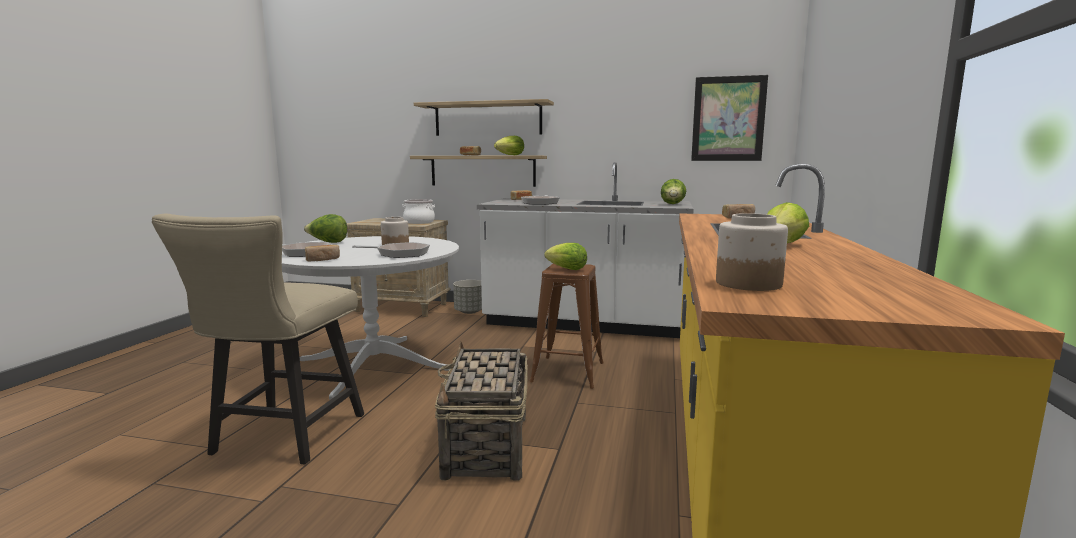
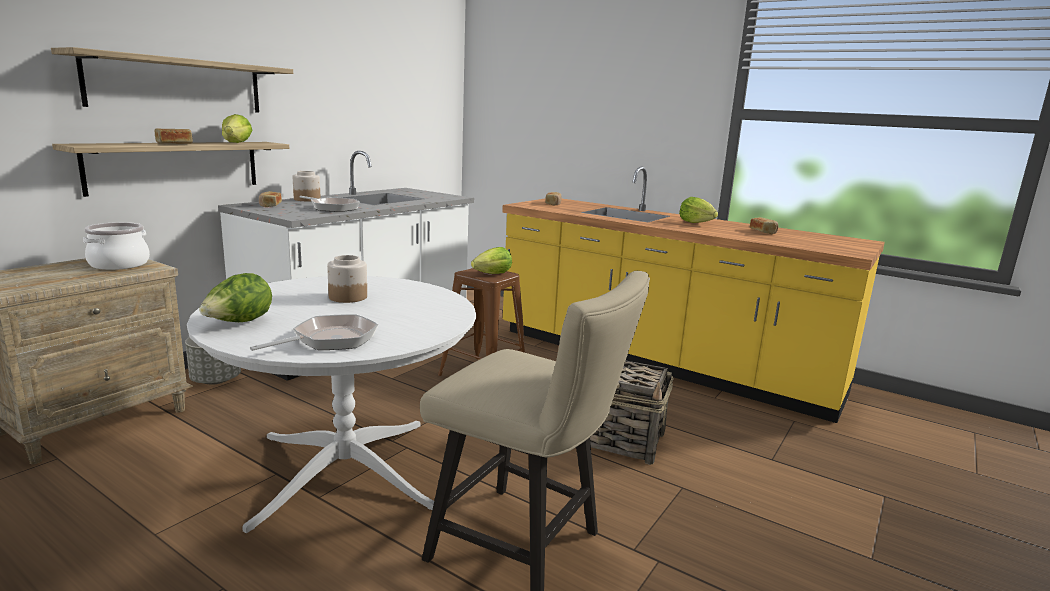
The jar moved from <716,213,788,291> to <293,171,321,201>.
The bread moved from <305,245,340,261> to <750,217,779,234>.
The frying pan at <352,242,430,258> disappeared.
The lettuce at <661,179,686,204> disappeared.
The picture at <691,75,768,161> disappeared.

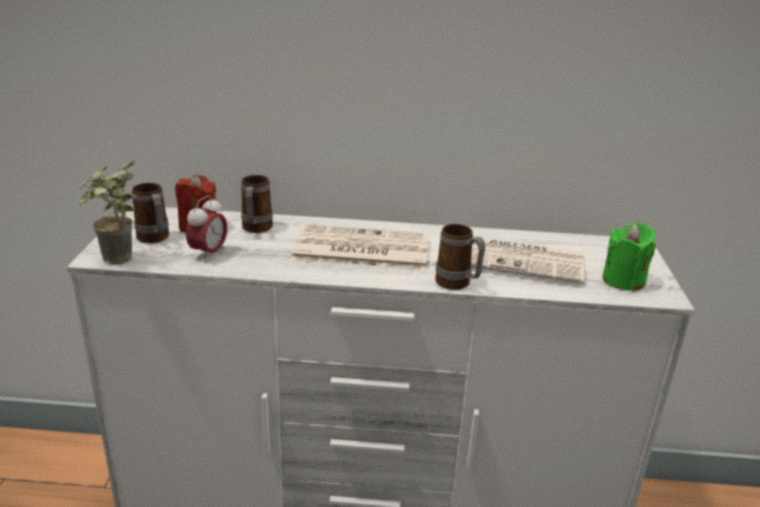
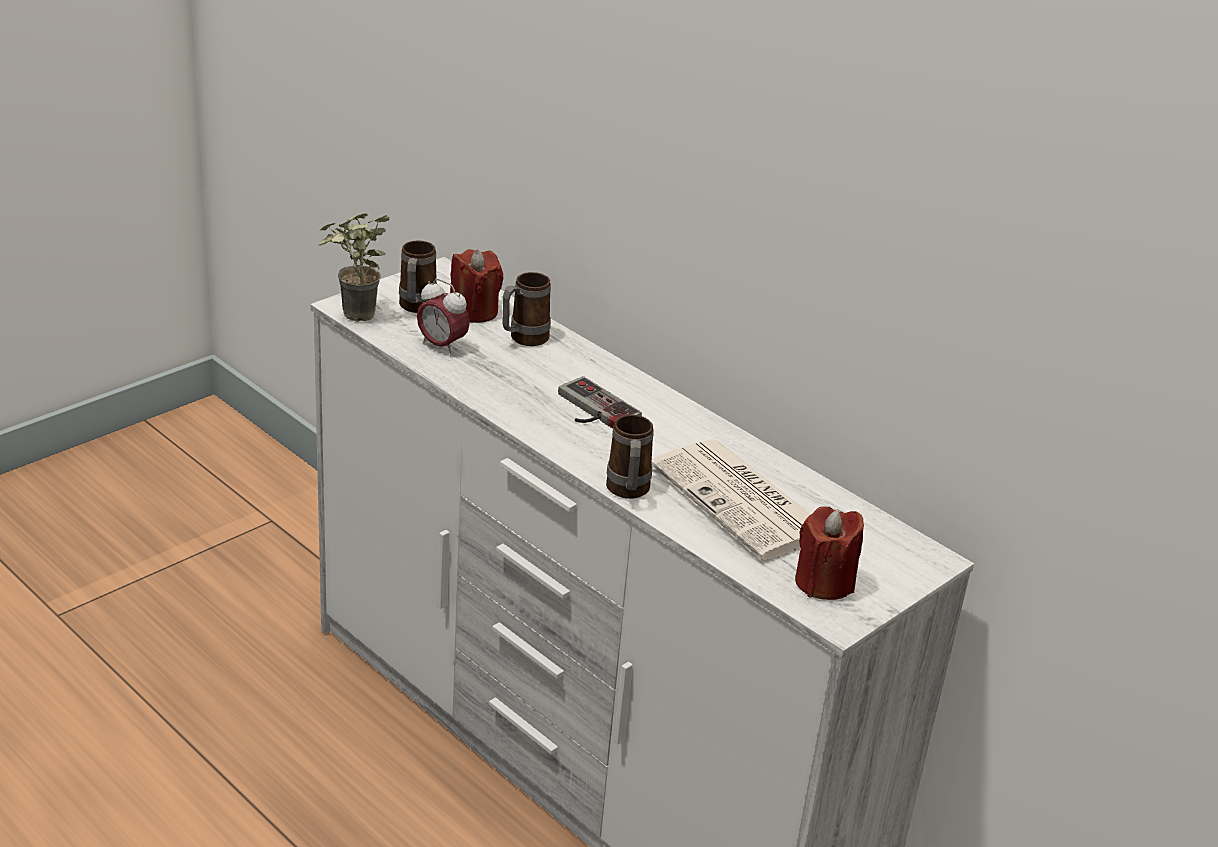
The alarm clock at <186,195,227,262> turned 60 degrees clockwise.
The newspaper at <291,225,429,271> was replaced by the game controller at <558,376,642,429>.
The candle/green at <602,222,656,292> became the candle/red at <795,506,864,600>.

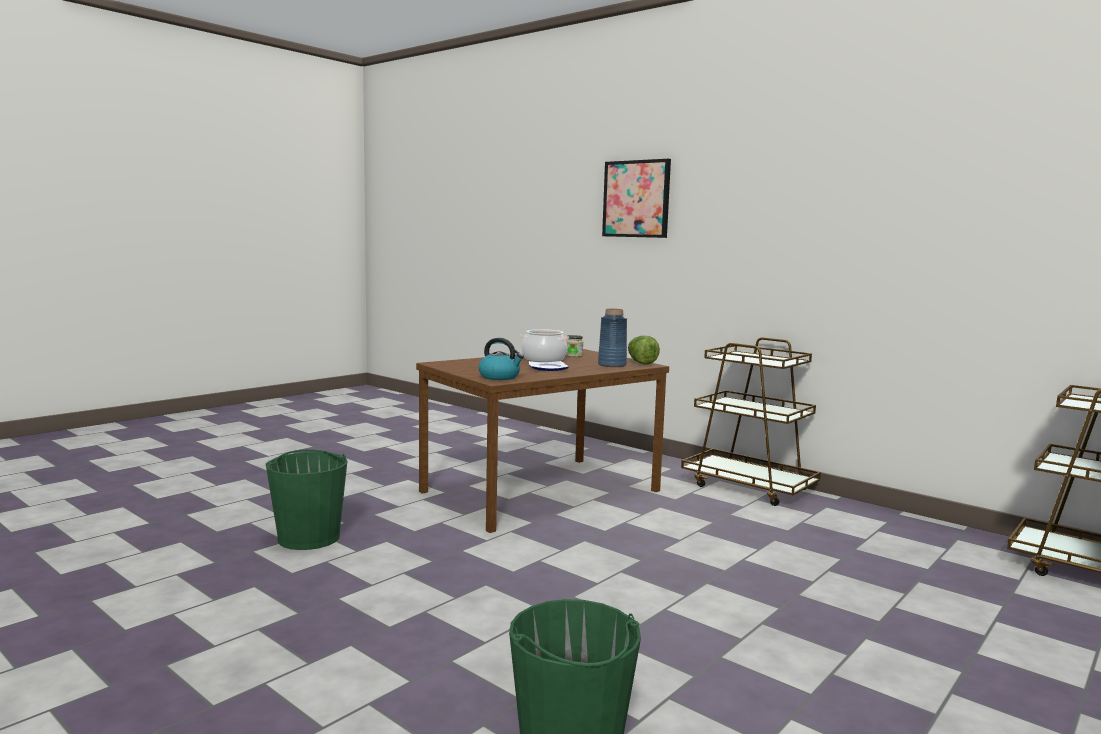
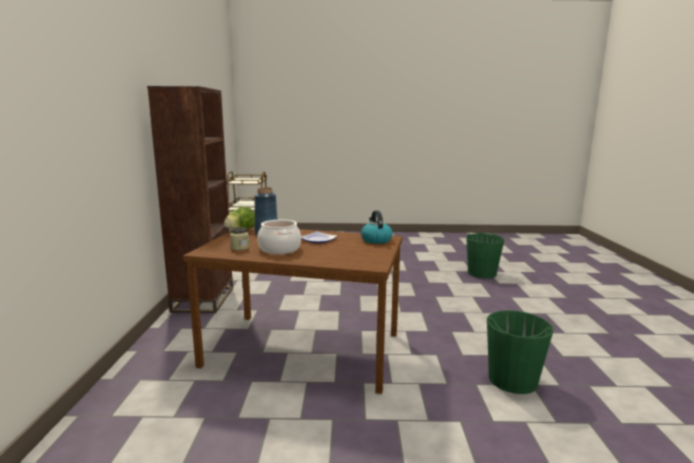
The cart/brown at <681,337,821,506> was replaced by the bookcase/brown at <147,86,233,313>.
The picture at <602,159,671,238> disappeared.

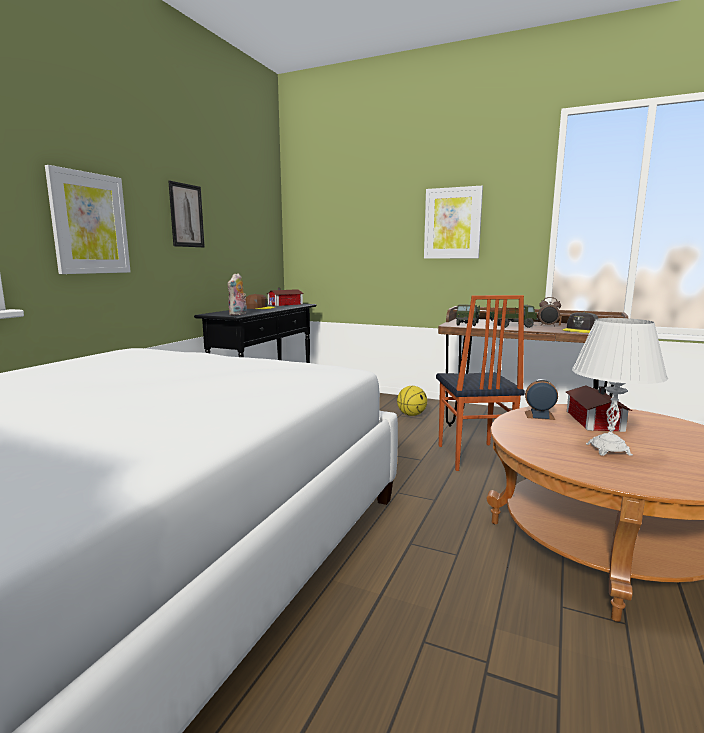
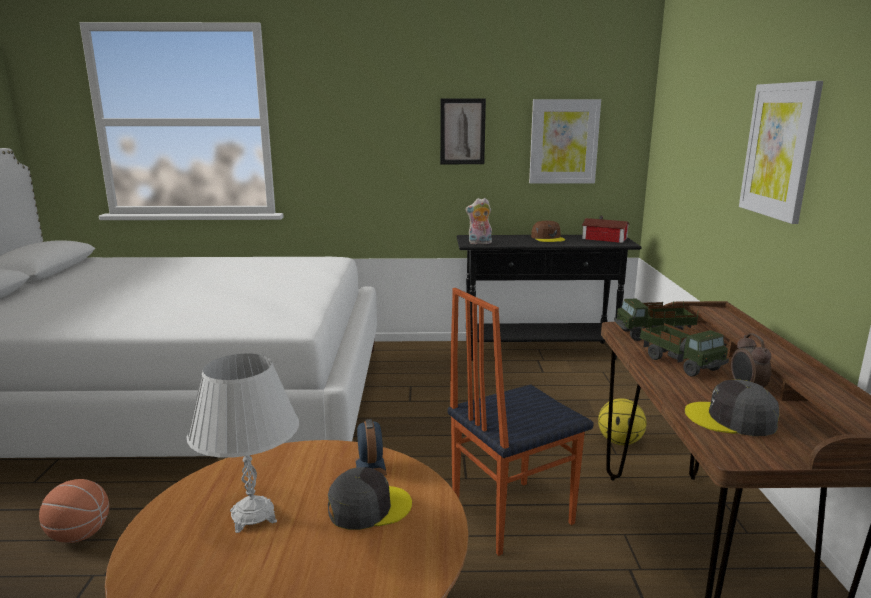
The basketball at <39,479,109,543> appeared.
The toy house at <566,385,632,432> was replaced by the cap/grey at <328,467,412,530>.
The picture moved from <45,165,131,274> to <529,99,601,184>.

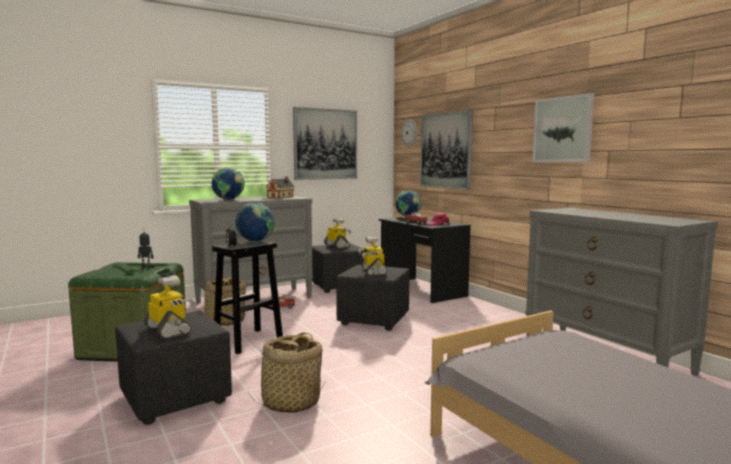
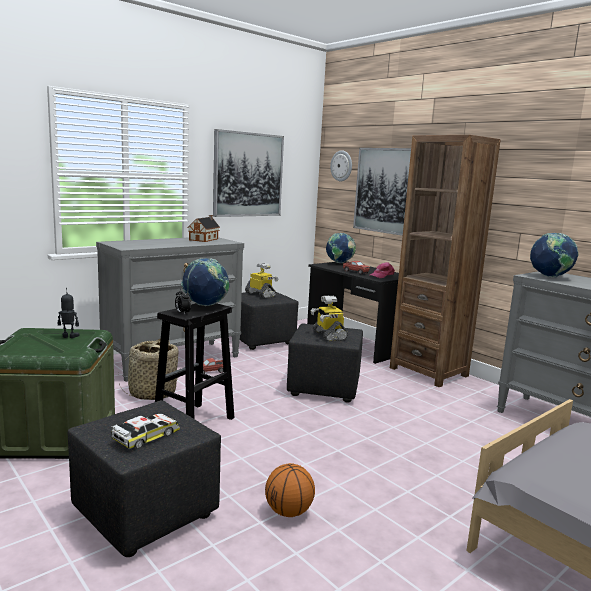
The toy robot at <143,275,195,339> was replaced by the toy car at <111,414,180,449>.
The basket at <247,332,325,413> was replaced by the basketball at <265,463,315,517>.
The bookcase/brown at <390,135,501,387> appeared.
The globe moved from <212,168,245,201> to <530,233,579,277>.
The picture at <533,93,594,162> disappeared.

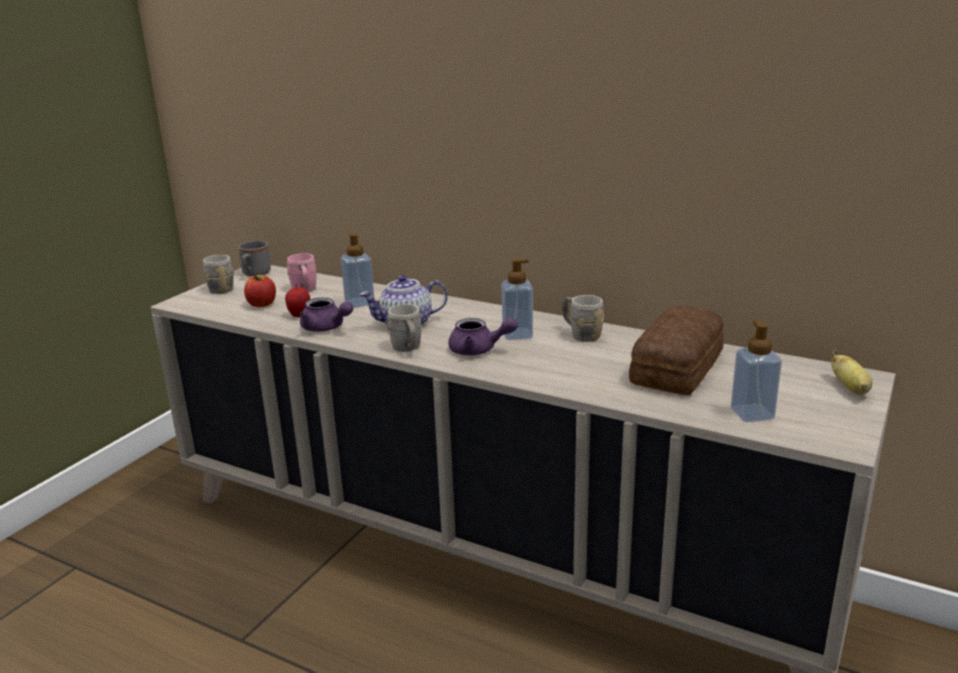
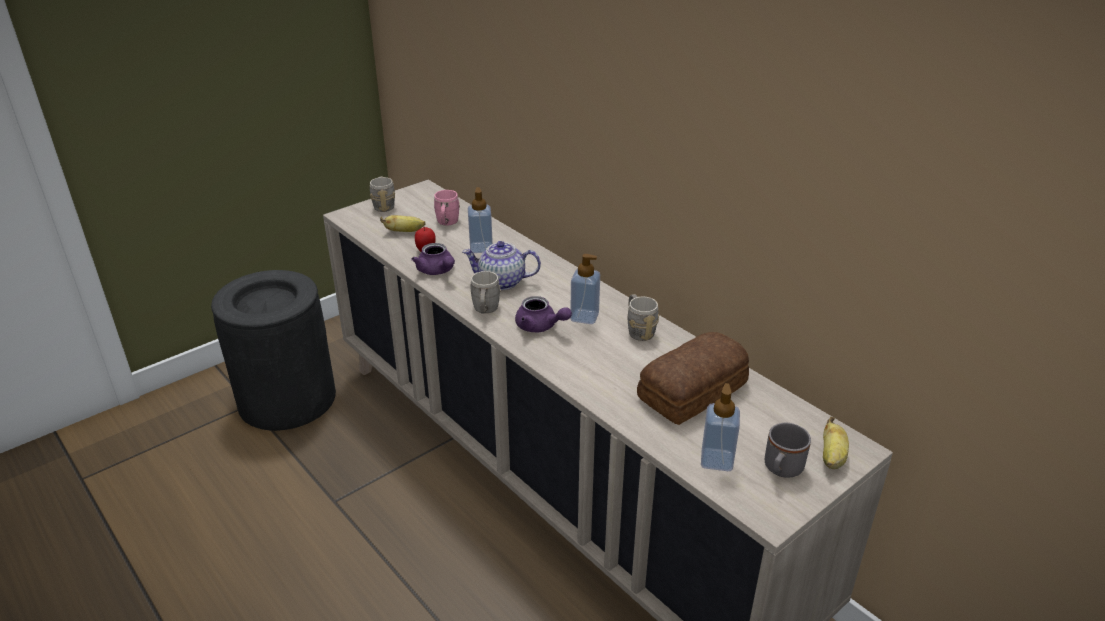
The trash can/black at <211,270,336,431> appeared.
The apple at <244,274,276,307> was replaced by the banana at <380,215,425,232>.
The mug/grey moved from <238,241,271,276> to <765,423,811,478>.

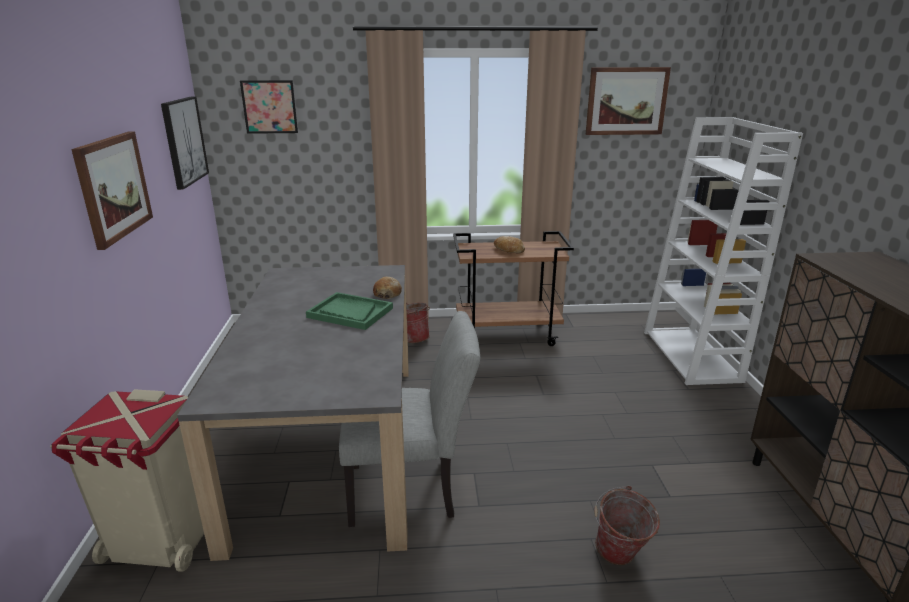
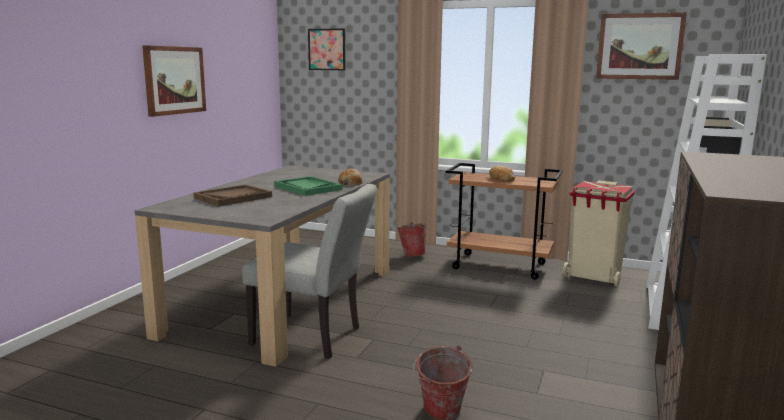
The tray/brown at <194,185,272,207> appeared.
The trash can/beige moved from <50,389,204,572> to <562,180,635,286>.
The picture at <161,97,209,190> disappeared.

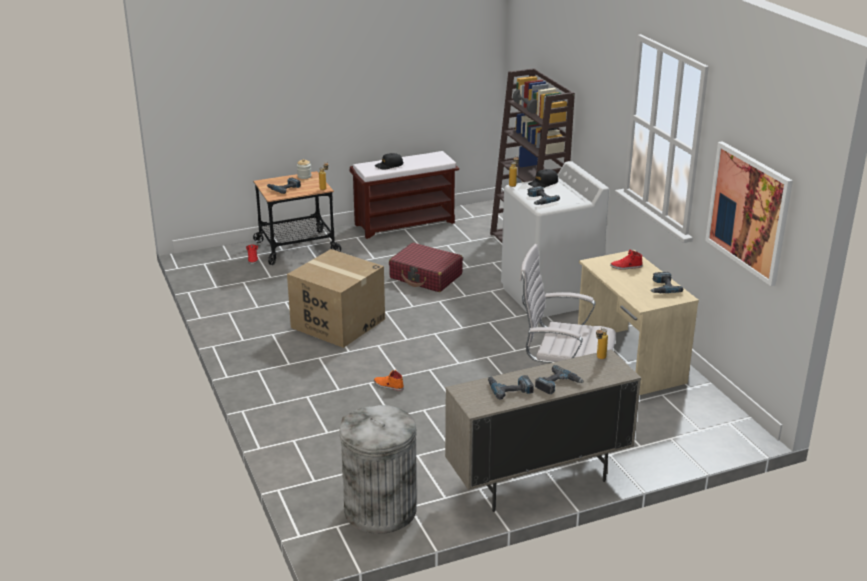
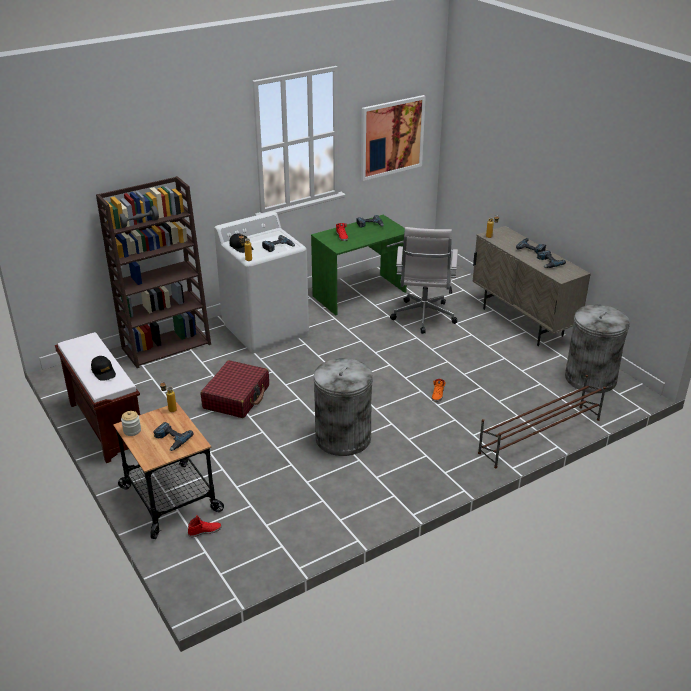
The desk/beige at <578,250,699,395> became the desk/green at <311,215,407,315>.
The cardboard box at <287,249,385,348> was replaced by the trash can/grey at <313,358,373,456>.
The shoe rack/brown at <478,375,606,468> appeared.

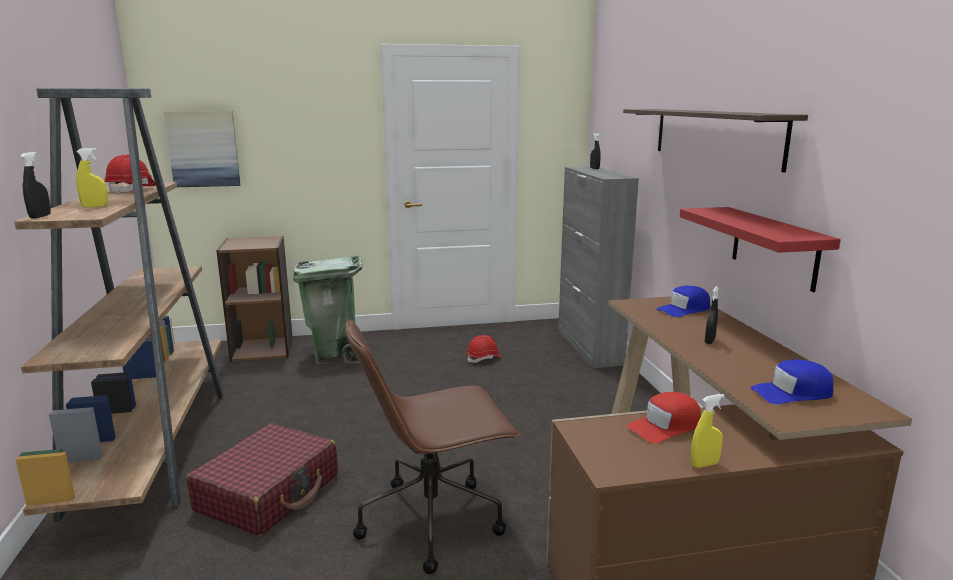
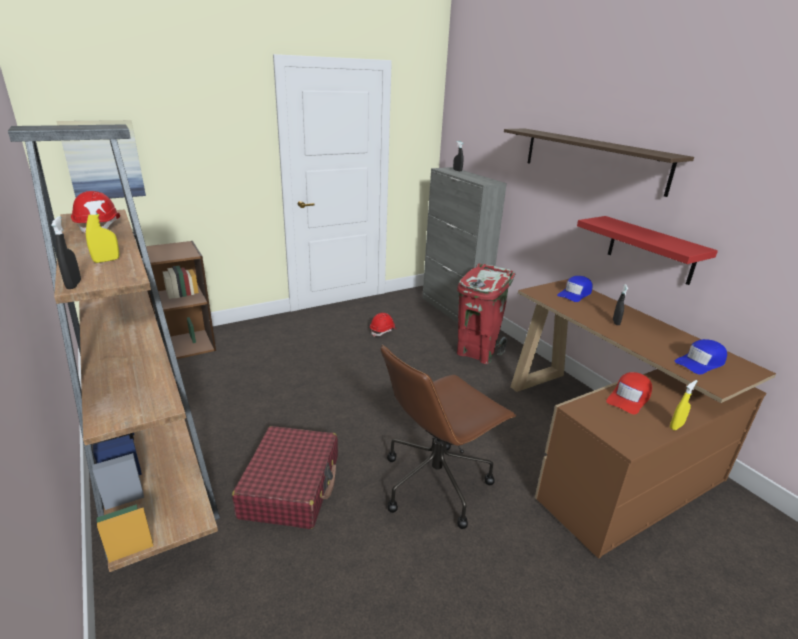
The trash can/red at <457,264,516,364> appeared.
The trash can/green at <293,256,363,364> disappeared.

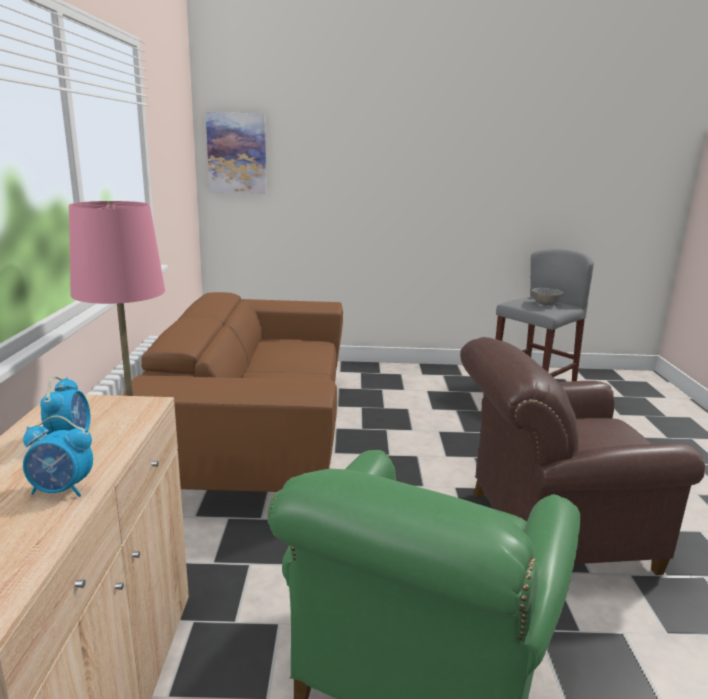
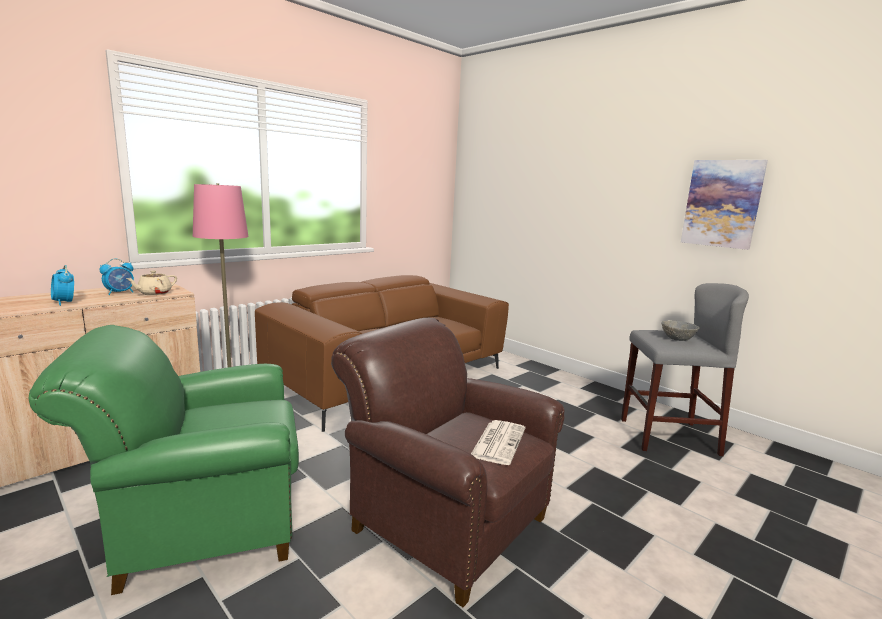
The teapot/beige at <126,270,177,295> appeared.
The newspaper at <471,420,525,465> appeared.
The picture moved from <206,112,266,194> to <681,160,768,250>.

